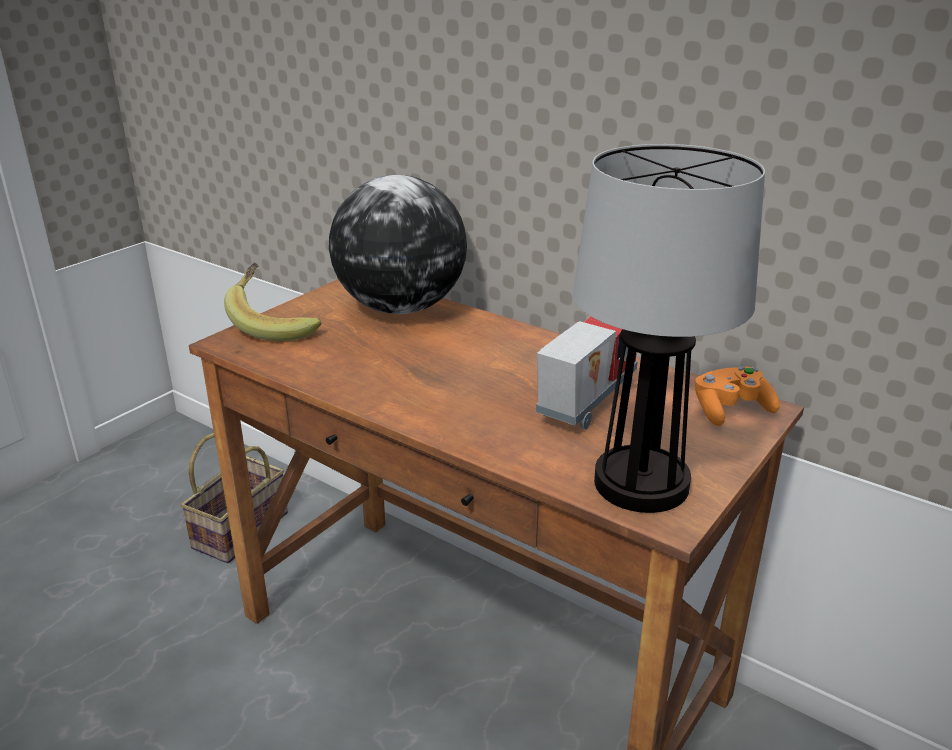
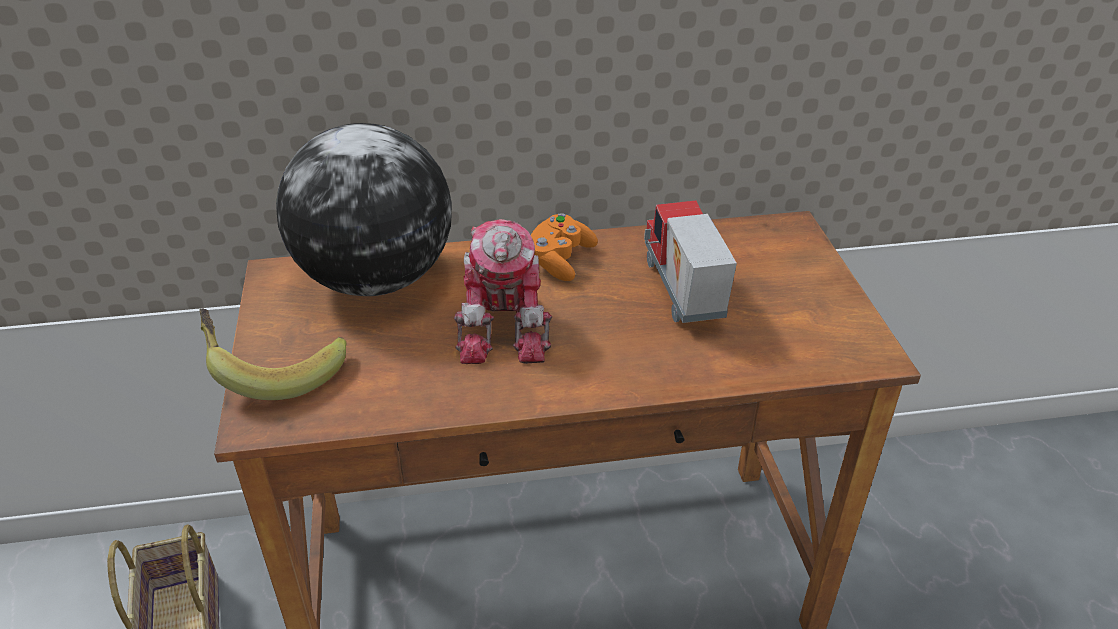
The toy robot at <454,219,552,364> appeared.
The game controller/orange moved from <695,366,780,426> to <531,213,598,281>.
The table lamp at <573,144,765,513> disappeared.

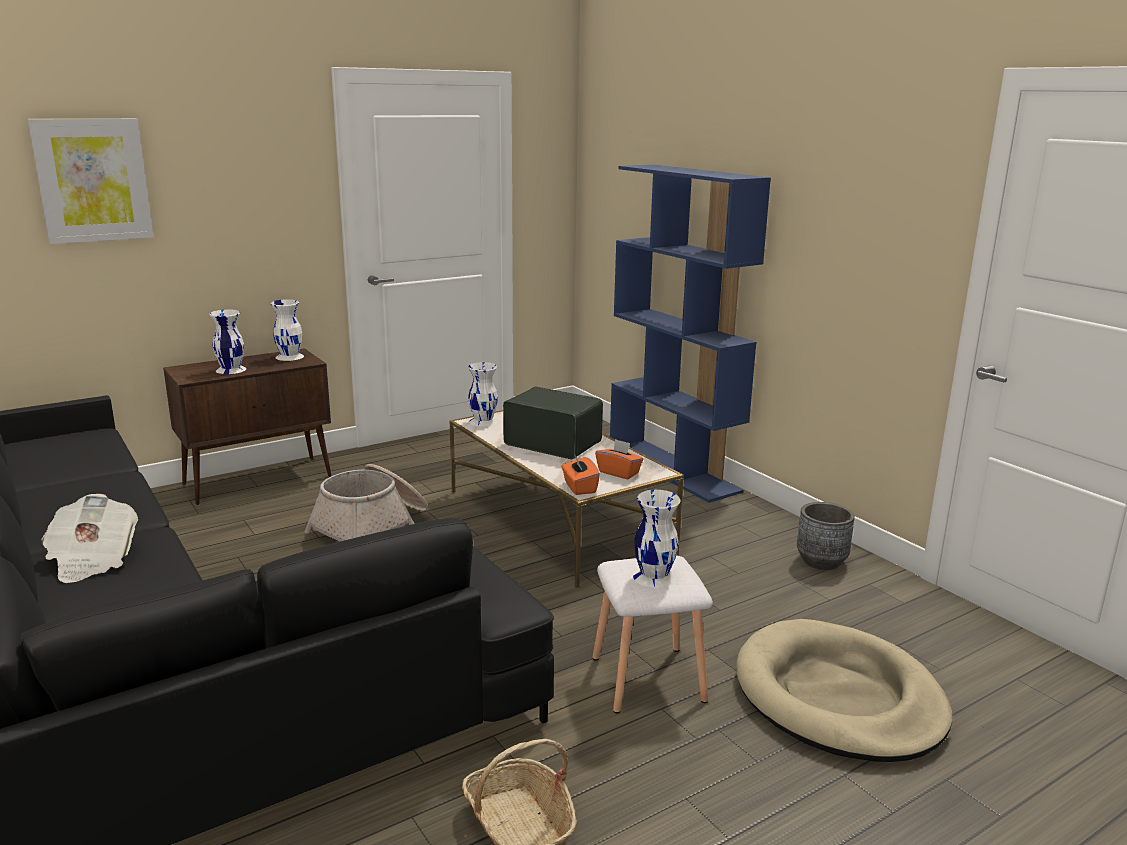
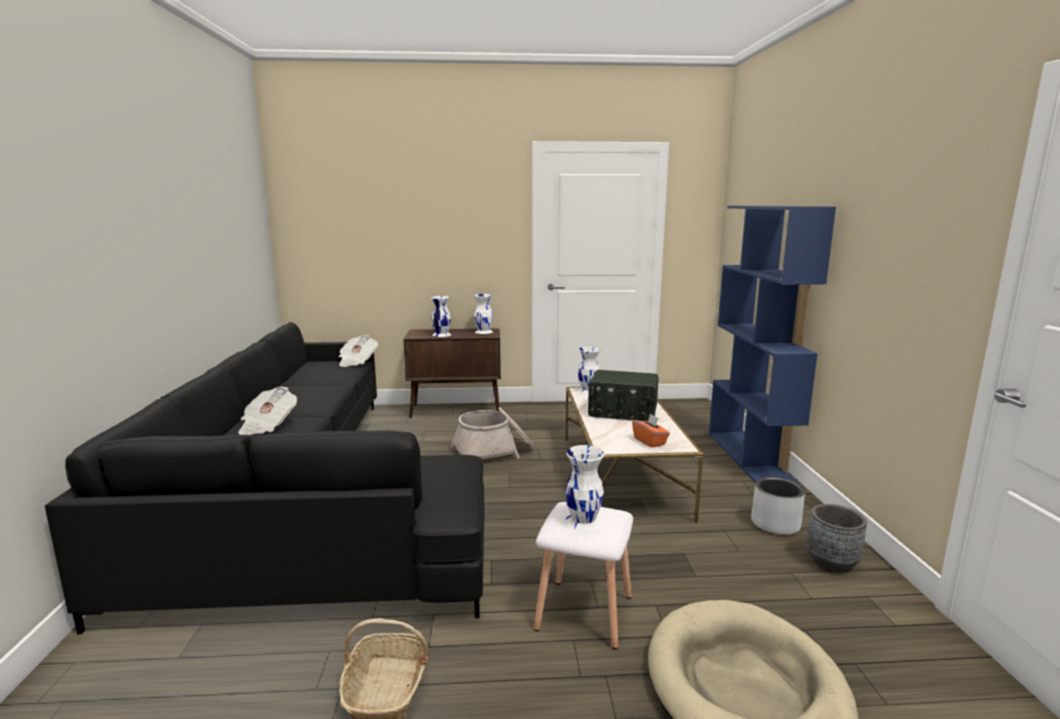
The newspaper at <338,335,378,367> appeared.
The radio at <503,387,603,459> turned 135 degrees clockwise.
The planter/grey at <751,477,805,535> appeared.
The picture at <28,119,153,244> disappeared.
The tissue box/orange at <561,454,600,495> disappeared.

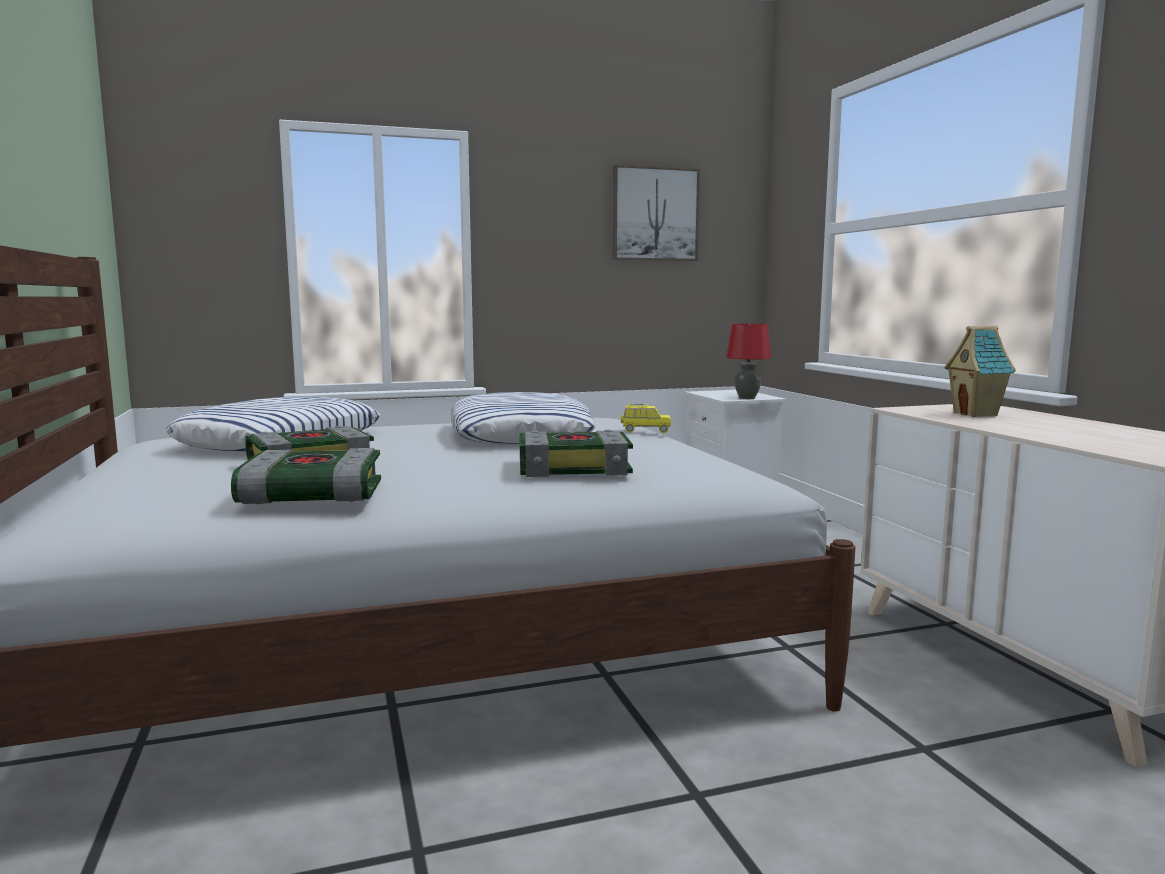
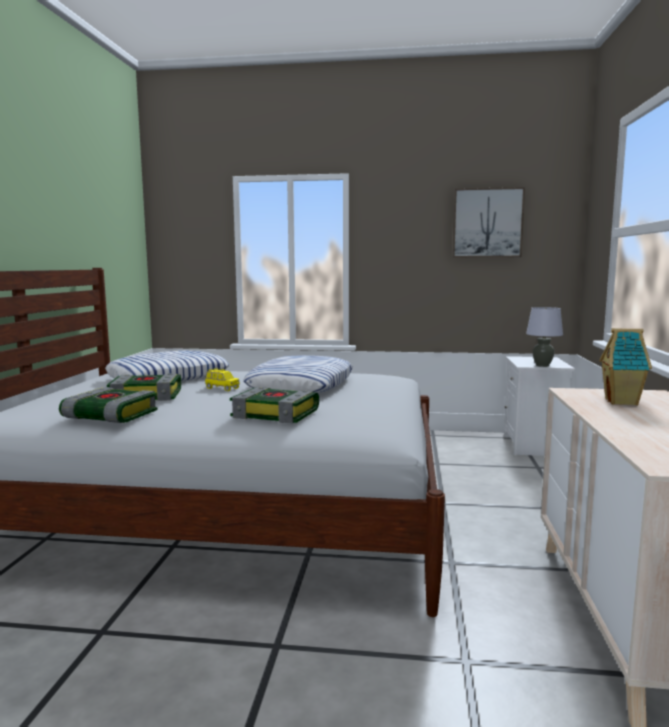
The toy car/yellow moved from <621,404,671,433> to <205,368,240,391>.
The table lamp/red at <726,323,771,399> became the table lamp/grey at <526,307,563,367>.

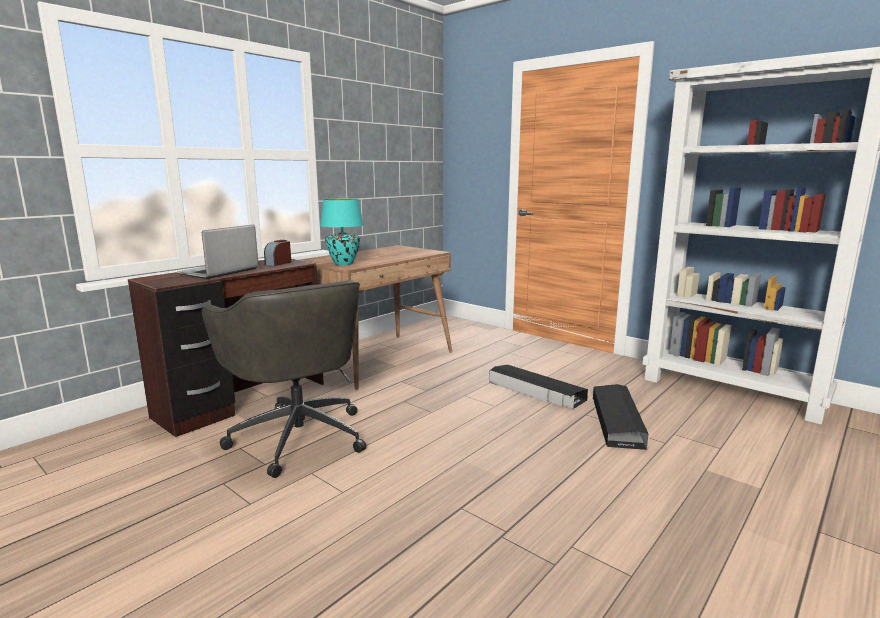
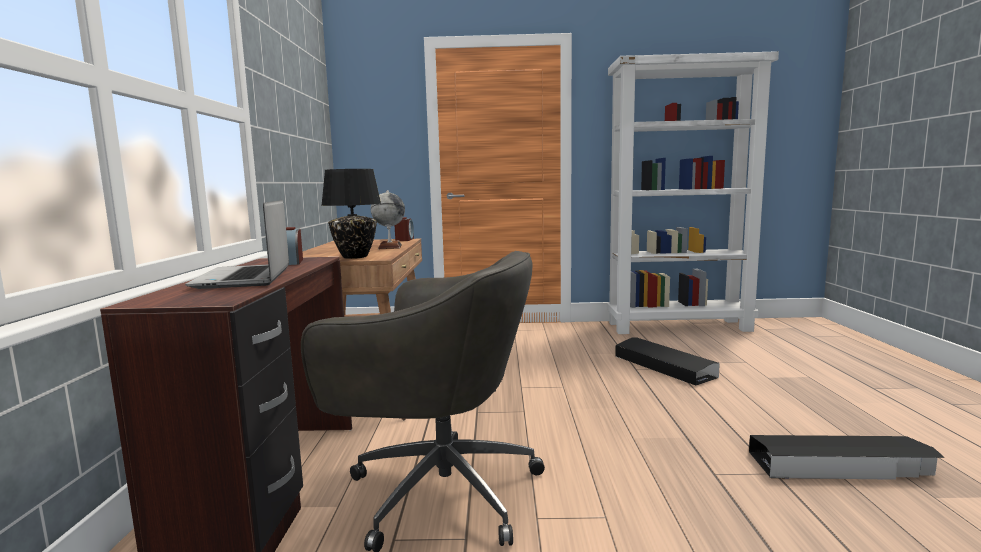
The table lamp/turquoise at <320,198,364,265> became the table lamp/black at <321,169,381,259>.
The globe at <371,190,405,249> appeared.
The alarm clock at <395,217,414,241> appeared.
The storage box/black moved from <489,365,588,409> to <749,435,945,480>.

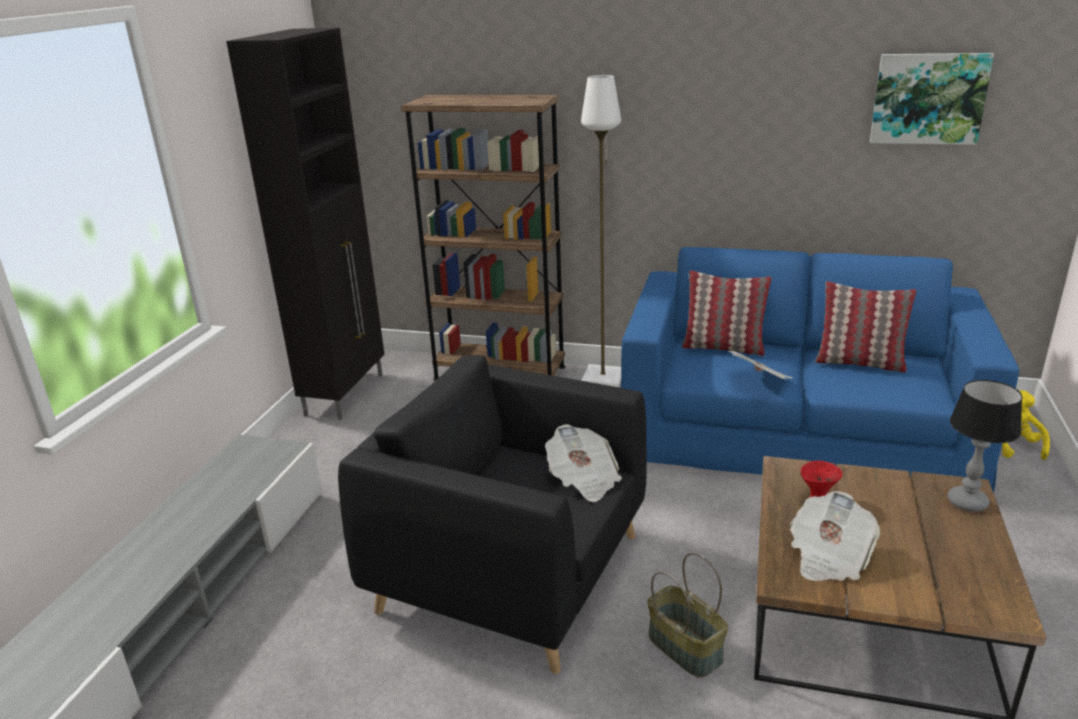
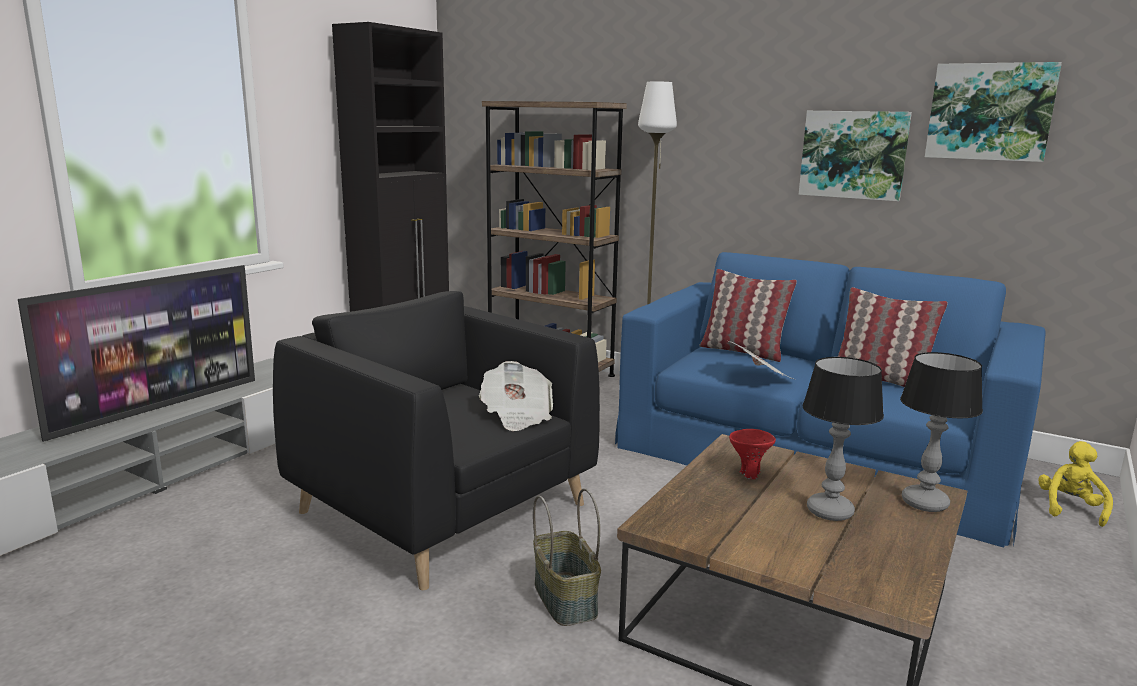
The television at <18,265,255,442> appeared.
The picture at <799,111,912,201> appeared.
The table lamp at <803,357,884,521> appeared.
The newspaper at <790,491,880,581> disappeared.

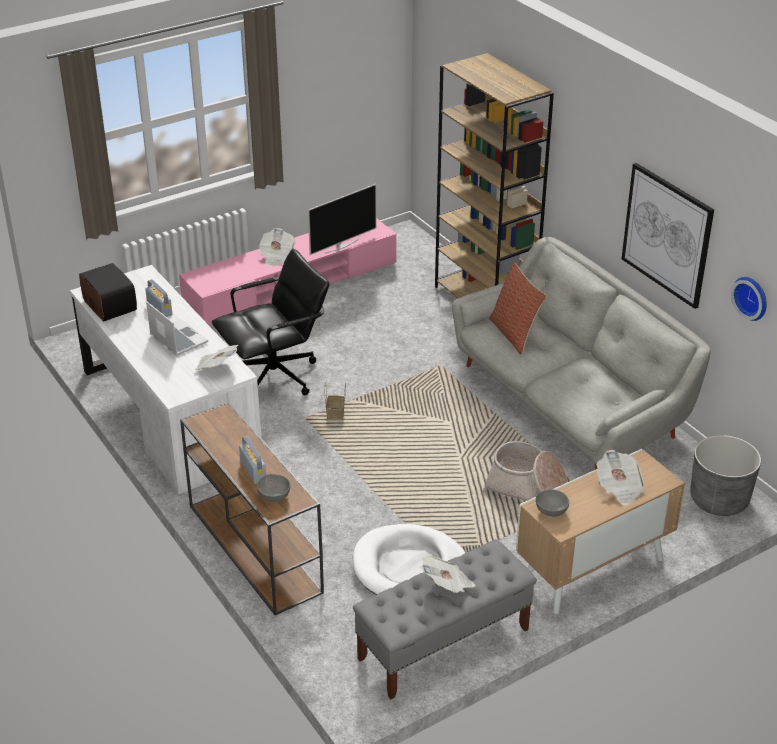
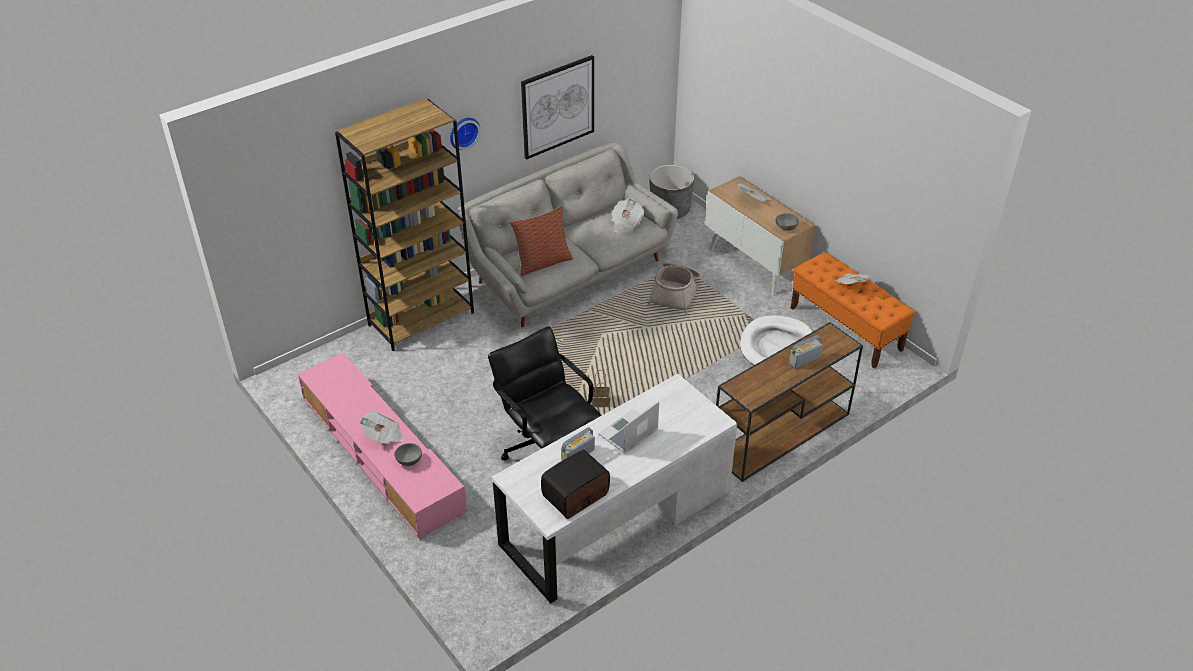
The bowl/grey moved from <257,474,290,502> to <395,443,422,466>.
The wall clock moved from <731,277,767,321> to <450,118,481,150>.
The newspaper moved from <195,345,238,370> to <611,198,644,233>.
The bench/grey at <353,539,537,699> became the bench/orange at <791,252,915,368>.
The television at <308,184,377,255> disappeared.

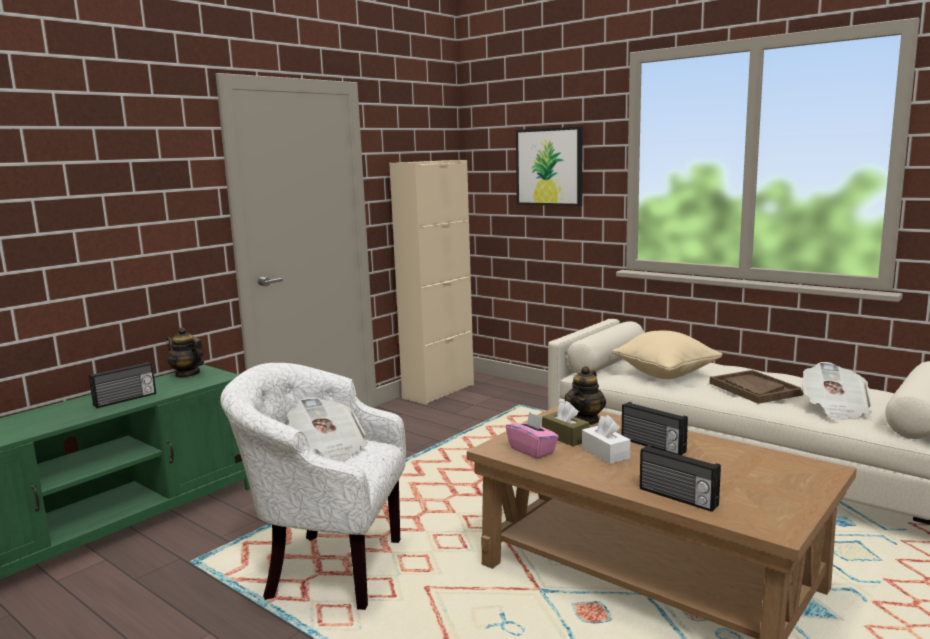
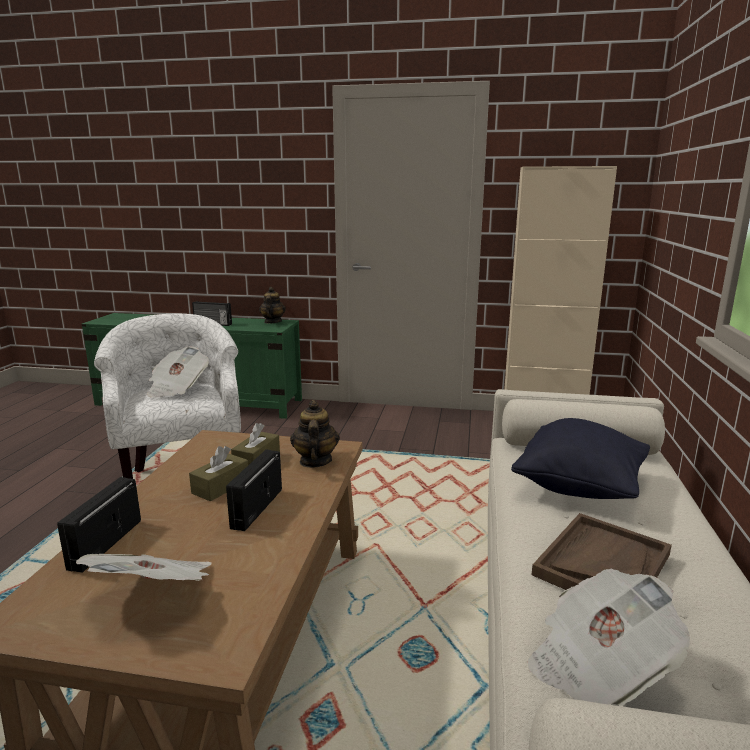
The newspaper at <76,554,212,581> appeared.
The tissue box/white at <582,415,631,464> became the tissue box/brown at <189,446,248,501>.
The teapot at <564,366,606,425> turned 90 degrees clockwise.
The pillow/beige at <612,331,722,379> became the pillow/black at <511,418,650,499>.
The tissue box/pink at <506,412,559,459> disappeared.
The picture at <516,127,583,206> disappeared.

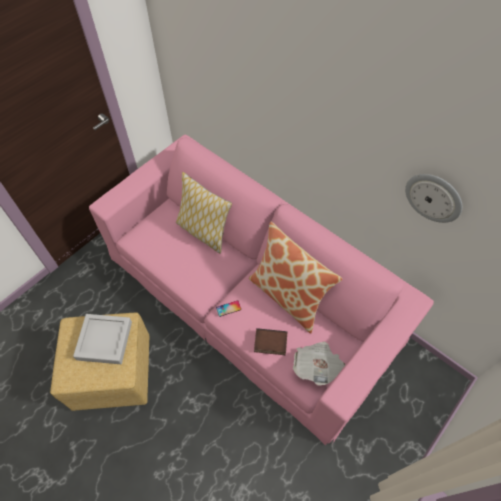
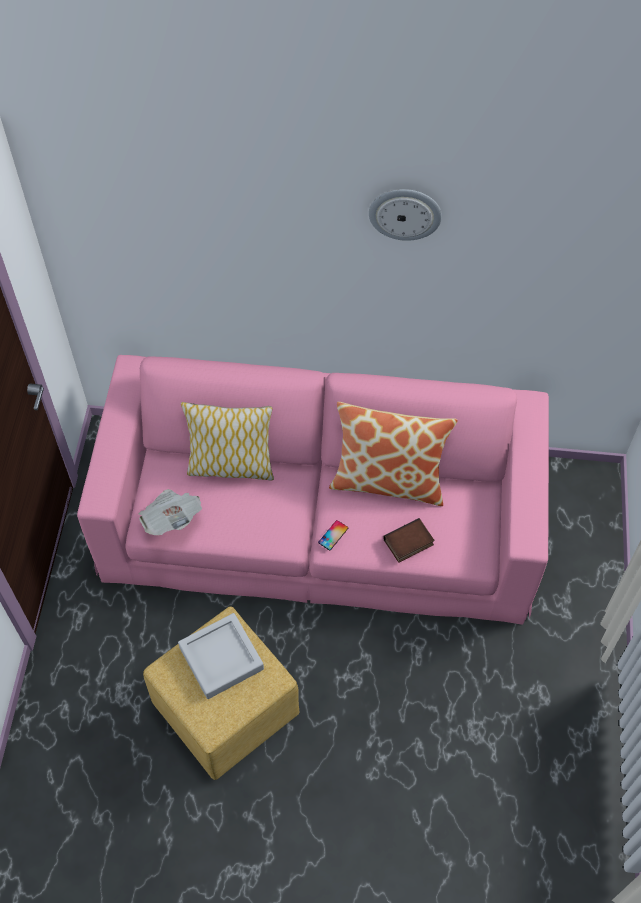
The newspaper moved from <293,341,345,386> to <138,489,202,535>.
The wall clock moved from <405,174,462,223> to <369,189,442,241>.

